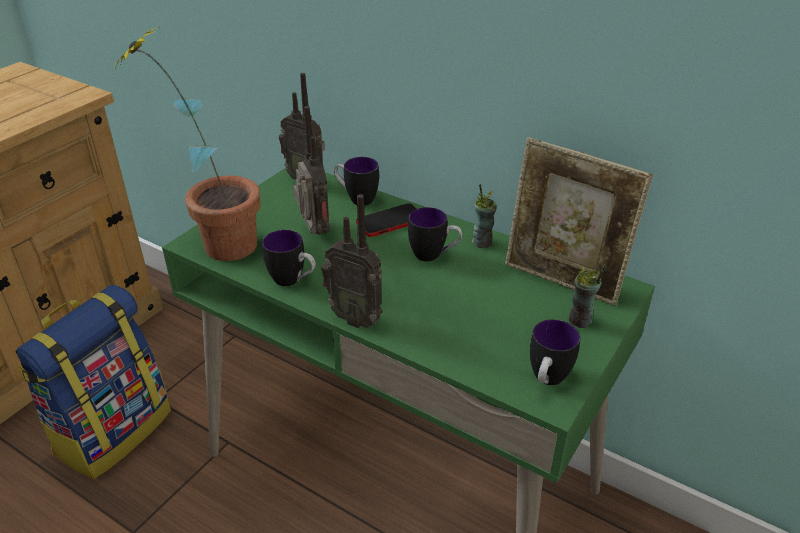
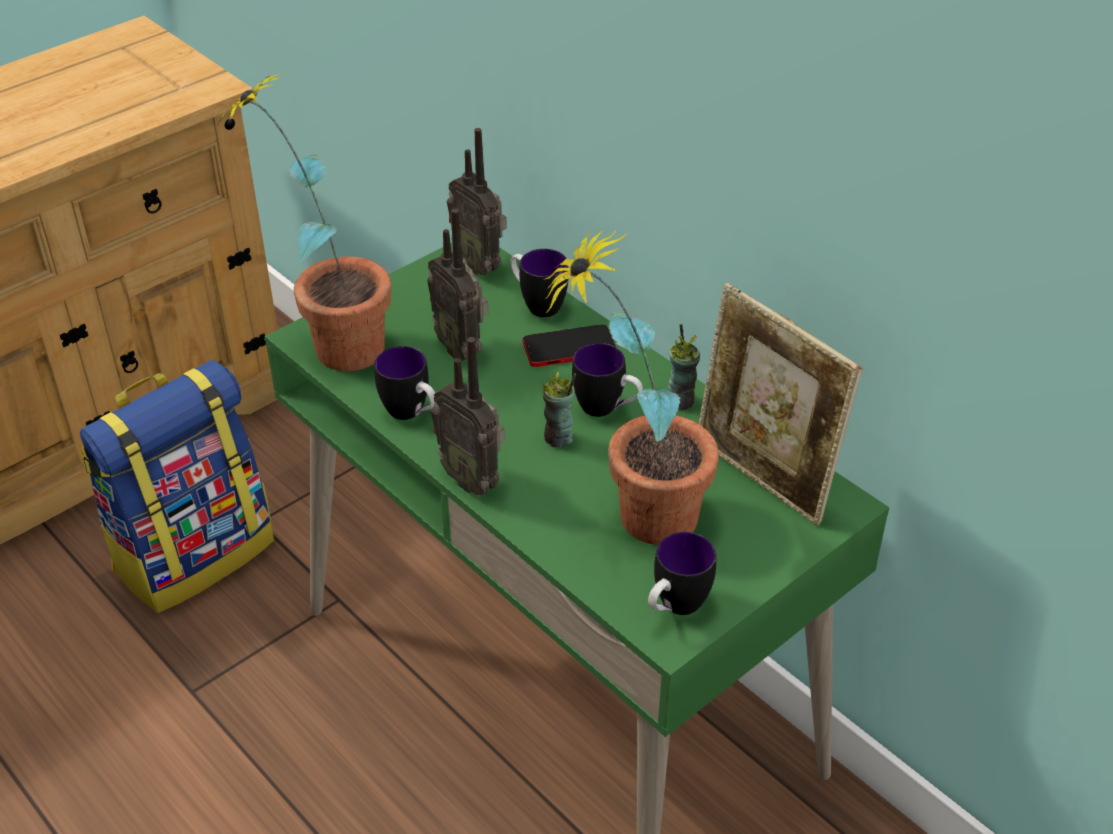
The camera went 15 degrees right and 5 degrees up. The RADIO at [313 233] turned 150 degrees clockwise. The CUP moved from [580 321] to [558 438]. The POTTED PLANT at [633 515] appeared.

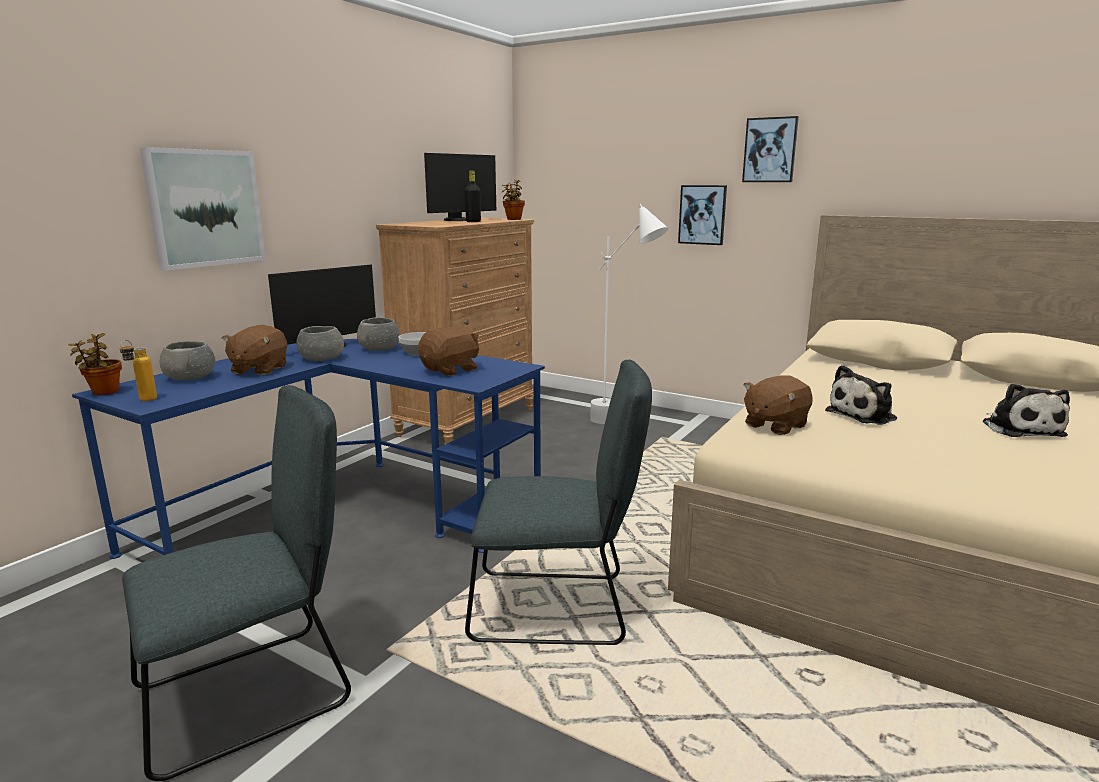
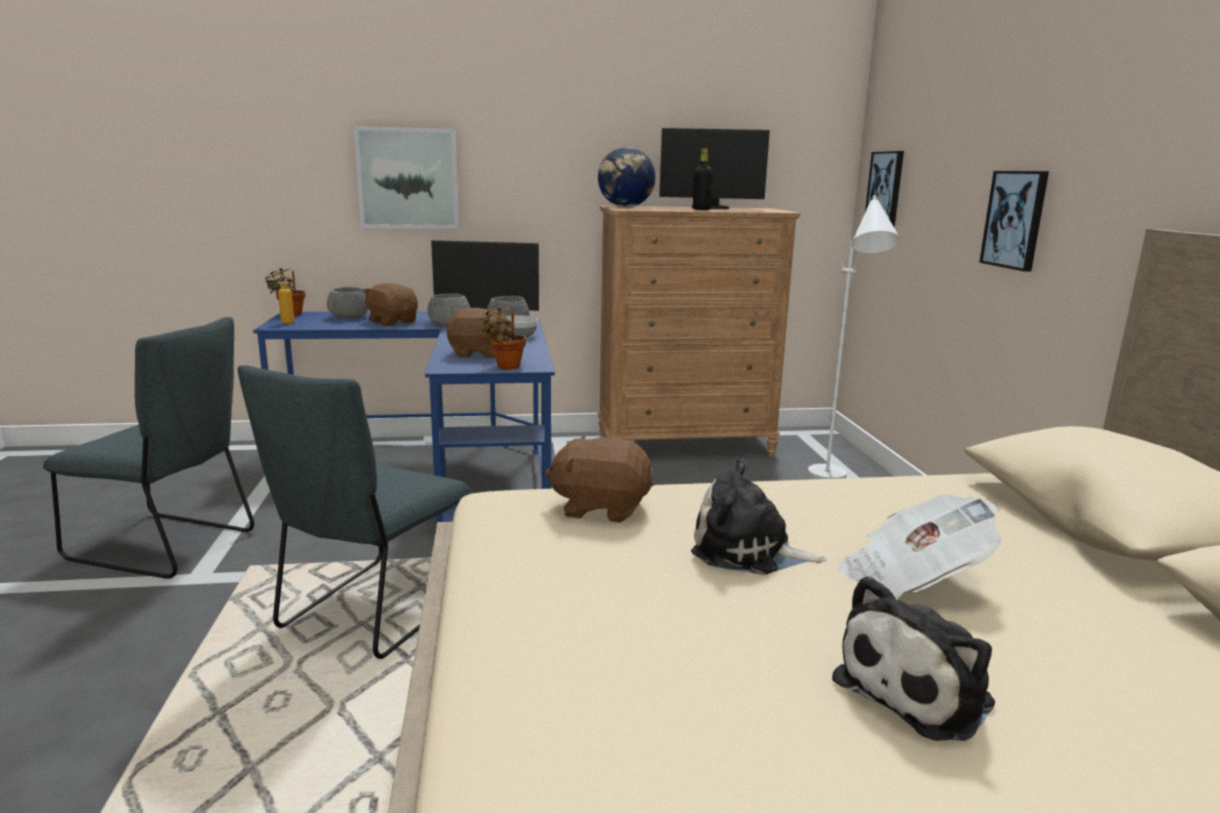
The camera went 50 degrees right and 0 degrees up. The PICTURE moved from [770 150] to [885 188]. The POTTED PLANT moved from [513 219] to [505 367]. The BROWN PLUSH TOY at [259 370] turned 75 degrees clockwise. The GREY CHAIR at [557 608] turned 60 degrees clockwise. The GLOBE at [626 207] appeared. The NEWSPAPER at [912 577] appeared.

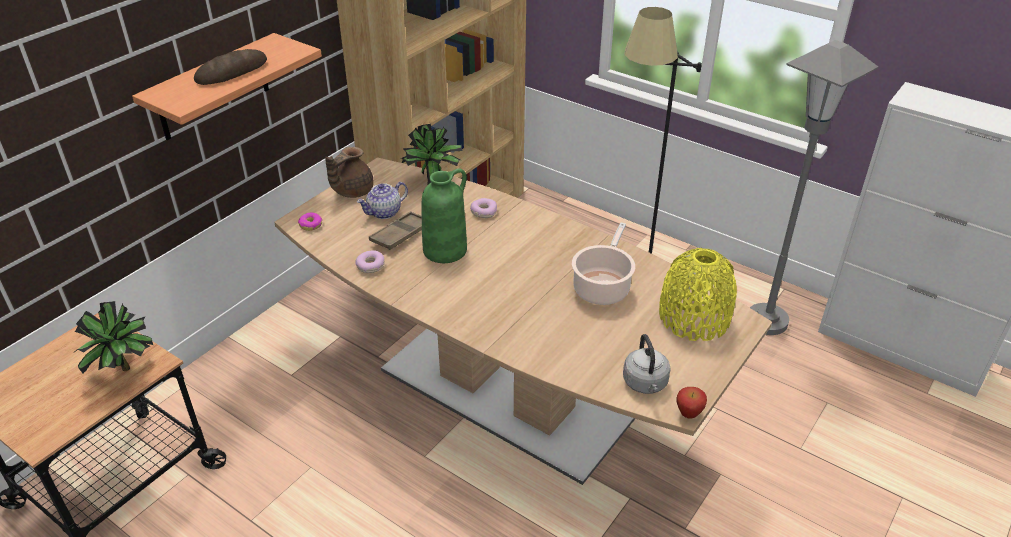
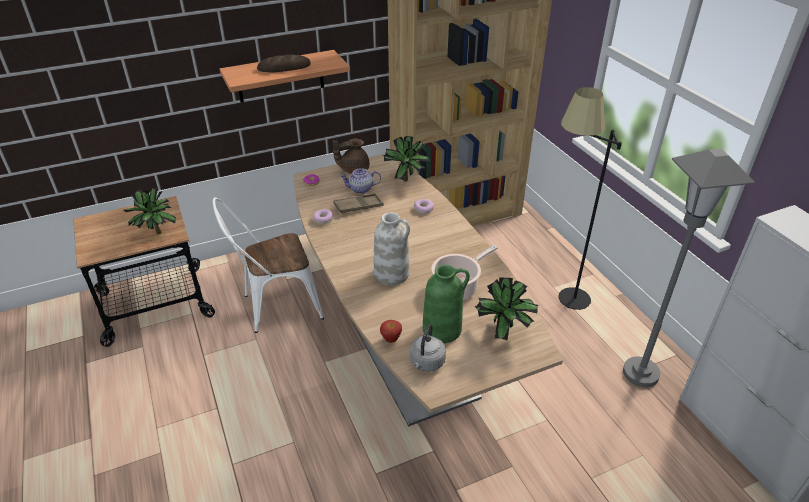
The camera went 30 degrees right and 0 degrees up. The GREEN VASE moved from [445 249] to [442 329]. The YELLOW VASE at [694 318] was replaced by the POTTED PLANT at [504 333]. The APPLE moved from [688 414] to [391 340]. The WHITE CHAIR at [275 306] appeared. The WHITE VASE at [392 274] appeared.

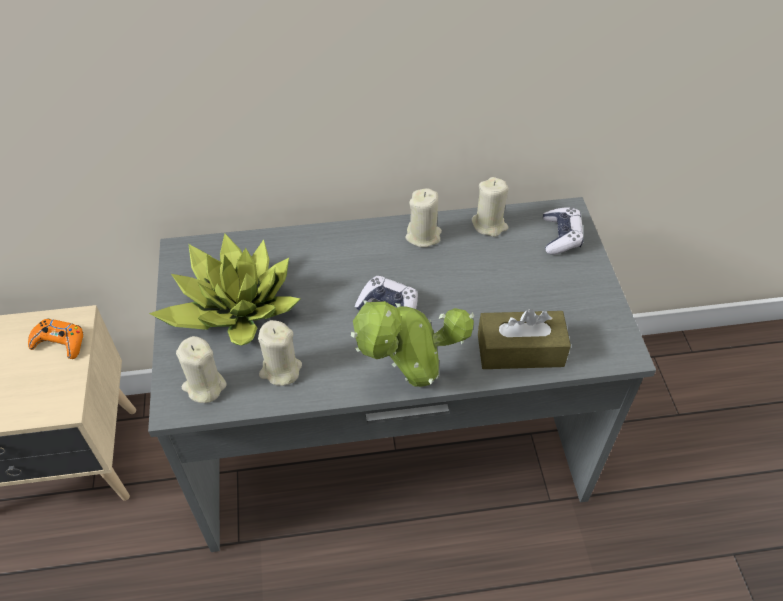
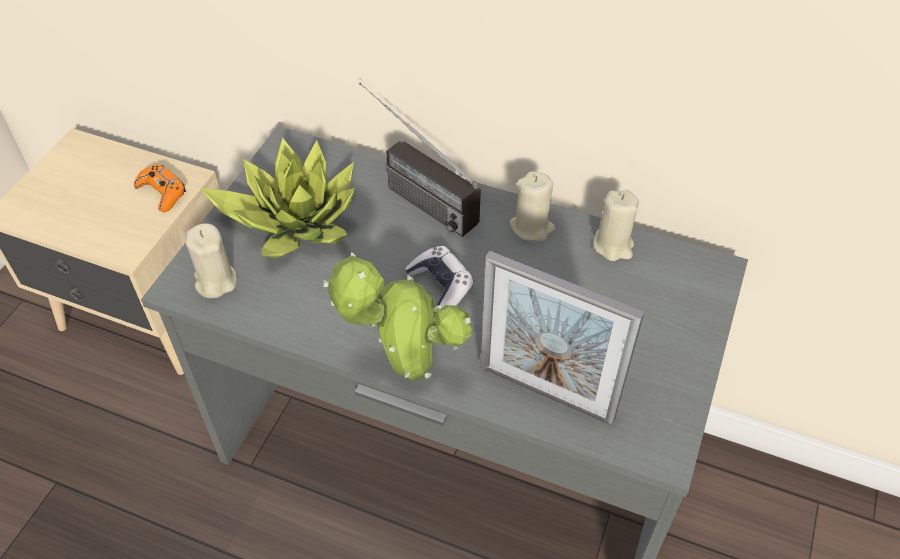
The camera went 30 degrees right and 0 degrees up. The GAME CONTROLLER at [561 236] disappeared. The BROWN TISSUE BOX at [520 350] was replaced by the PICTURE FRAME at [546 393]. The BEIGE CANDLE at [280 370] disappeared. The RADIO at [411 193] appeared.

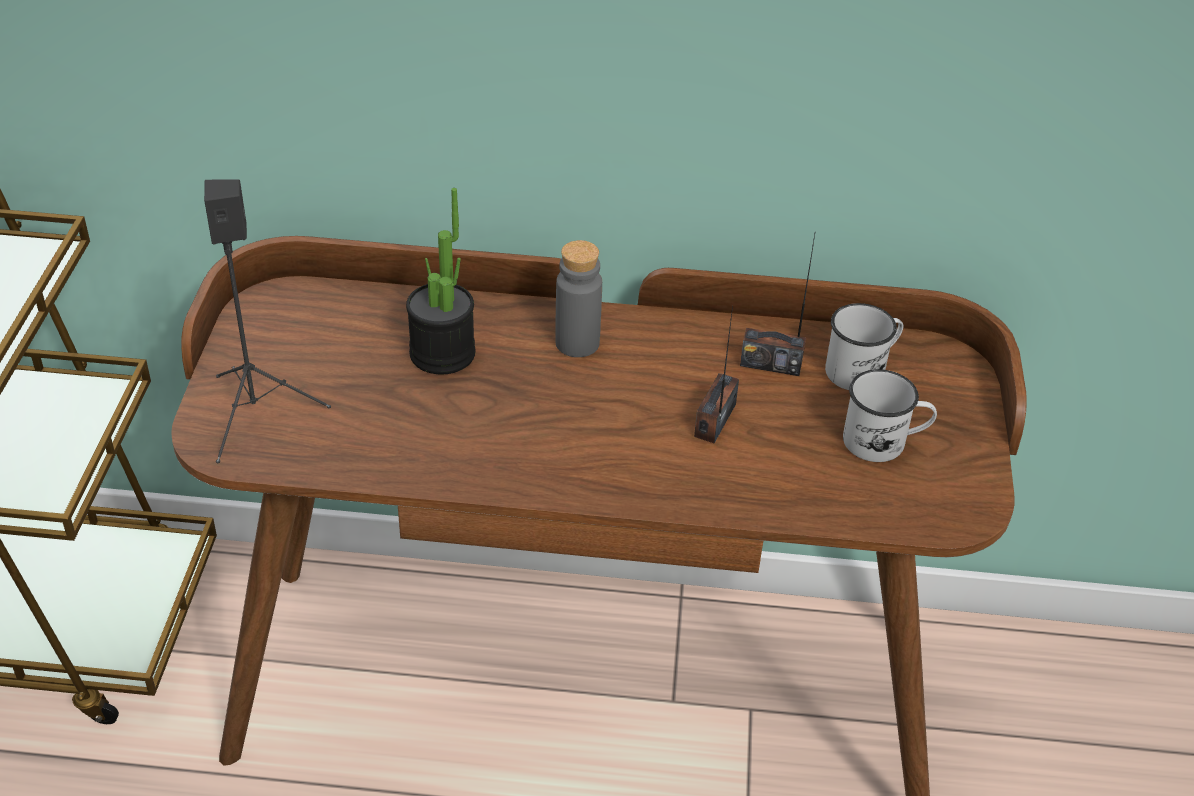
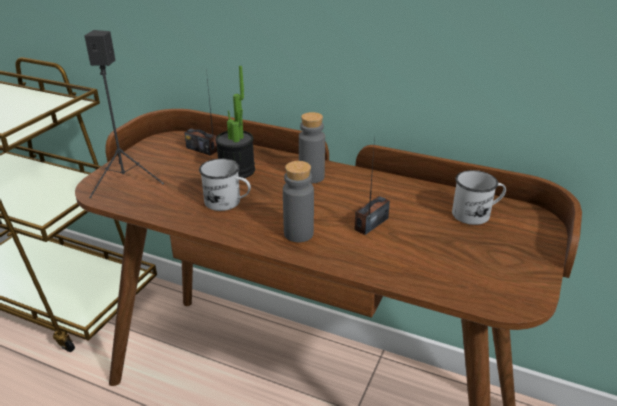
The camera went 20 degrees right and 10 degrees down. The RADIO moved from [771 364] to [202 149]. The WHITE MUG moved from [884 442] to [228 203]. The GREY BOTTLE at [298 234] appeared.

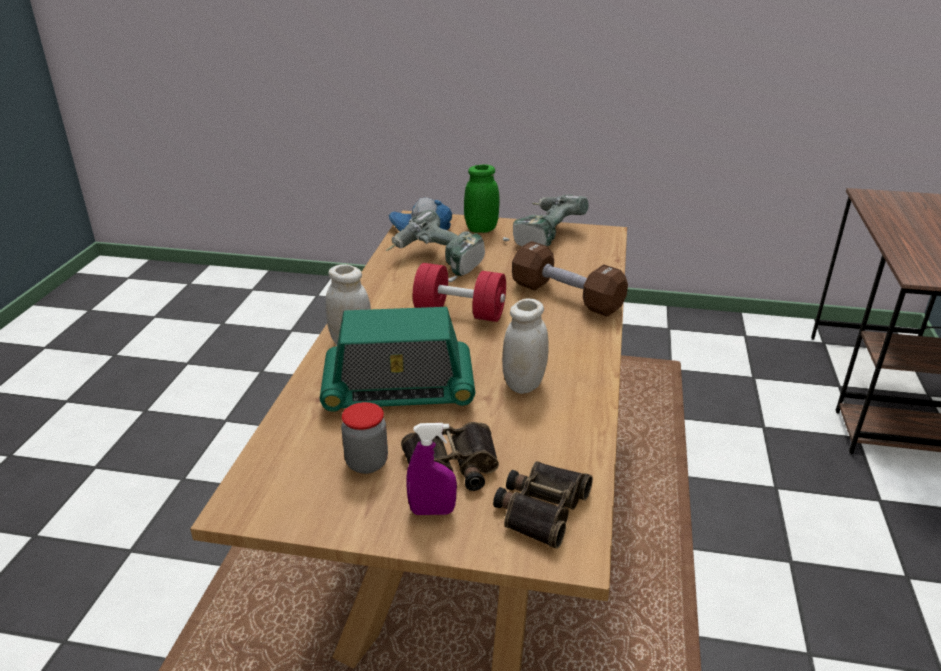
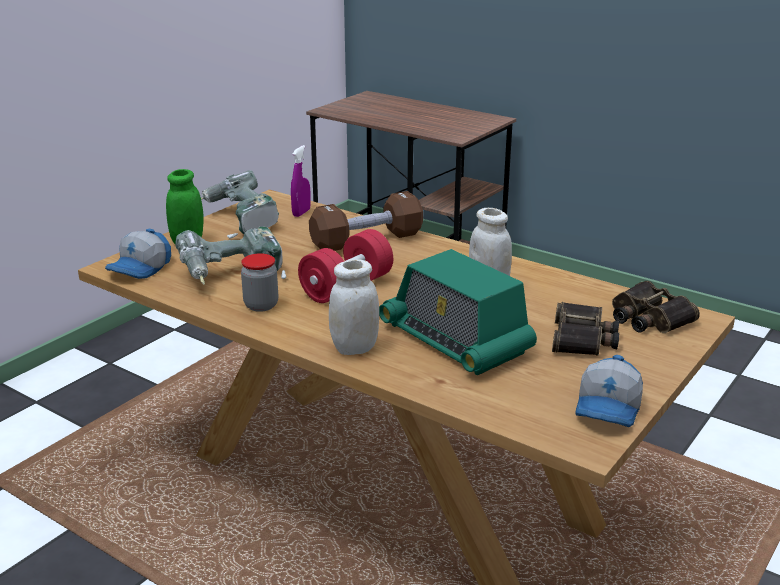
The camera went 65 degrees left and 5 degrees down. The RADIO at [398 390] turned 120 degrees clockwise. The JAR moved from [367 463] to [261 305]. The PURPLE SPRAY BOTTLE moved from [432 511] to [301 213]. The CAP at [609 408] appeared.

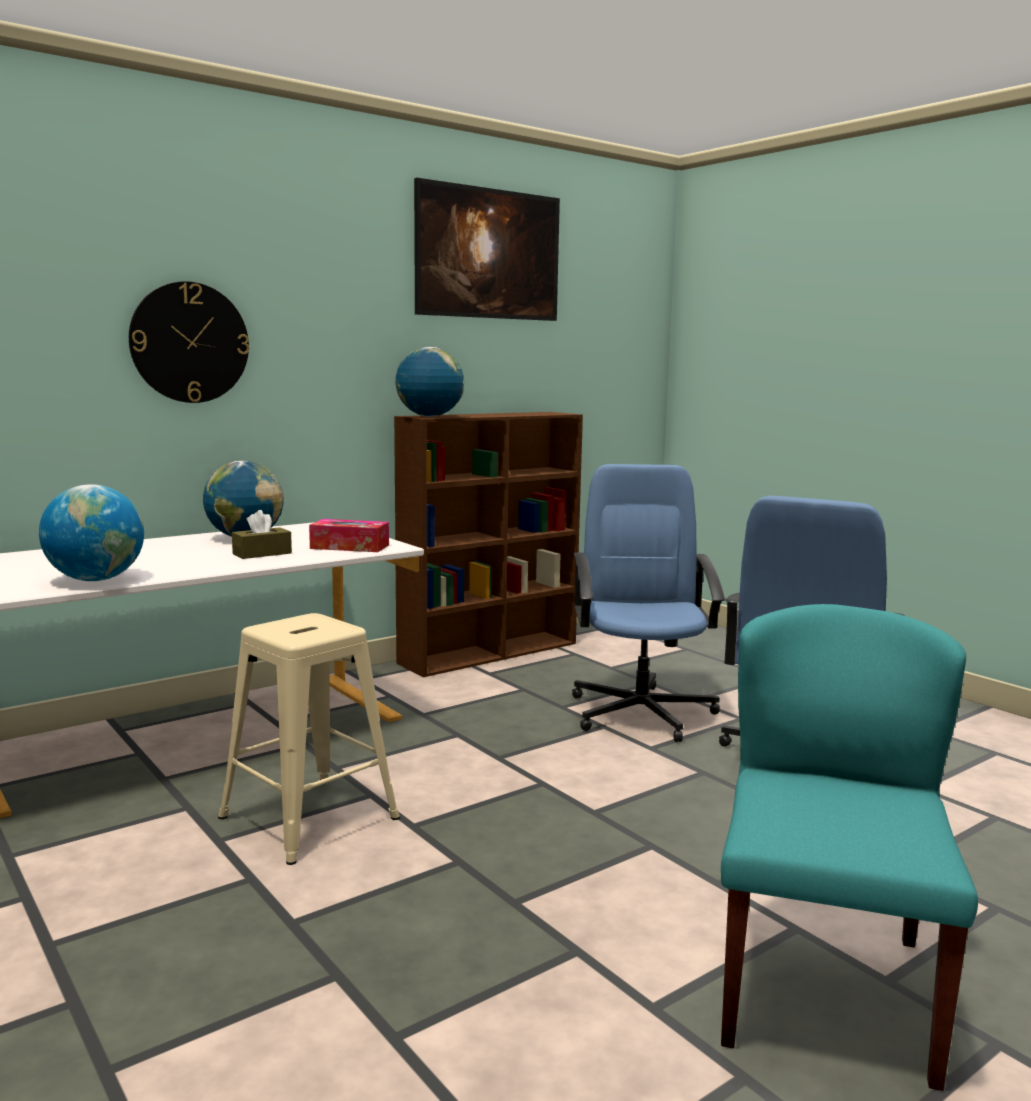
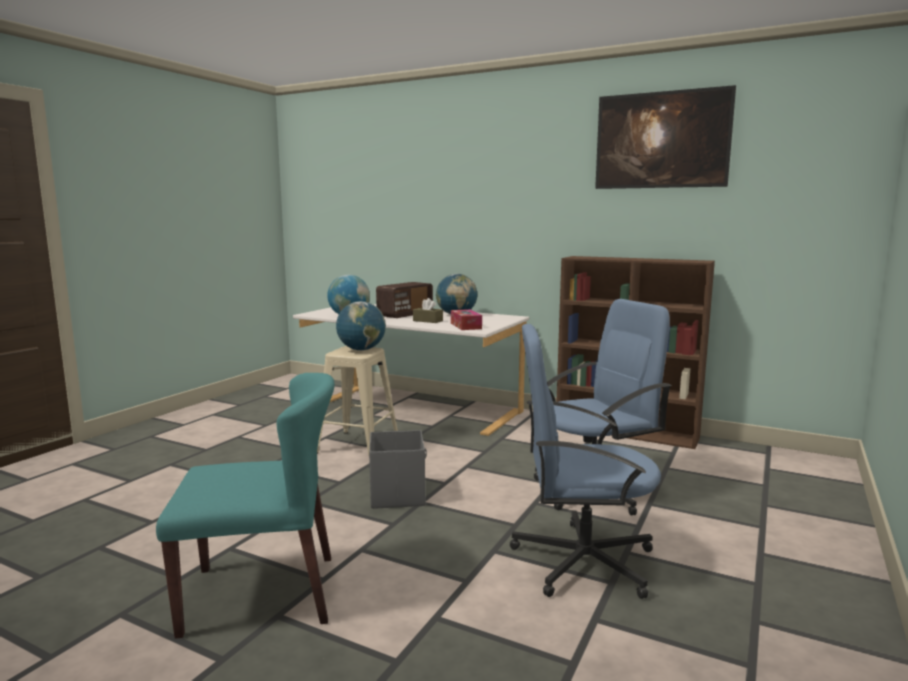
The camera went 65 degrees right and 0 degrees up. The WALL CLOCK at [189 342] disappeared. The GLOBE moved from [429 416] to [361 350]. The RADIO at [405 314] appeared. The GREY STORAGE BOX at [398 494] appeared.

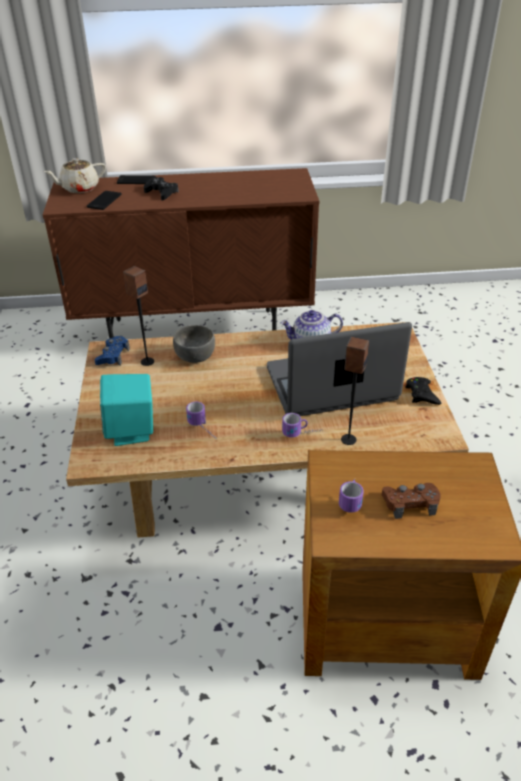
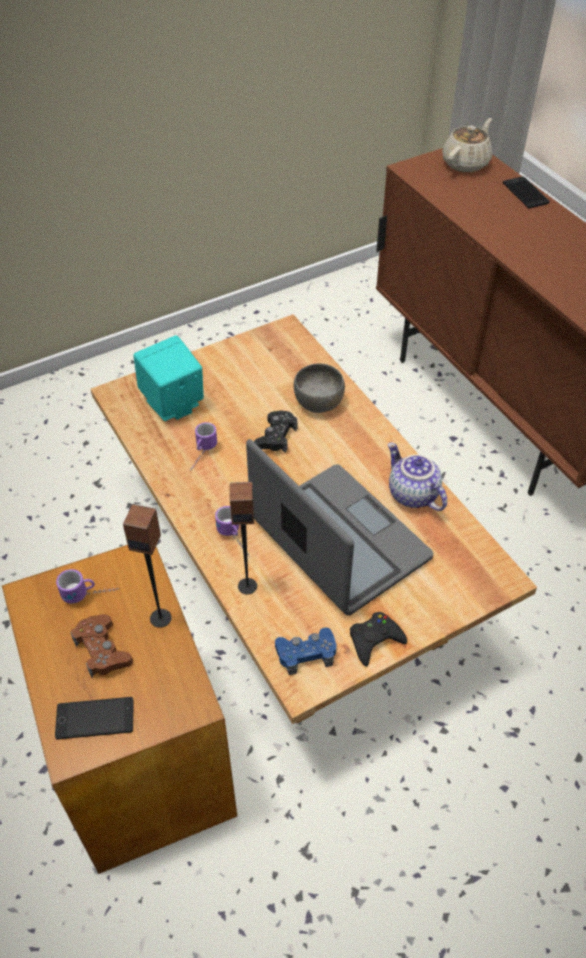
The camera went 65 degrees right and 10 degrees up. The BEIGE TEAPOT at [79 188] turned 90 degrees clockwise. The BLACK GAME CONTROLLER moved from [161 193] to [276 436]. The PHONE moved from [104 201] to [95 718]. The SPEAKER moved from [147 361] to [161 617]. The BLUE GAME CONTROLLER moved from [113 356] to [306 653].

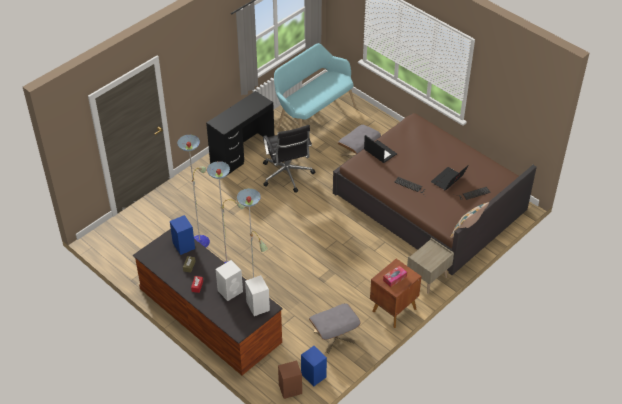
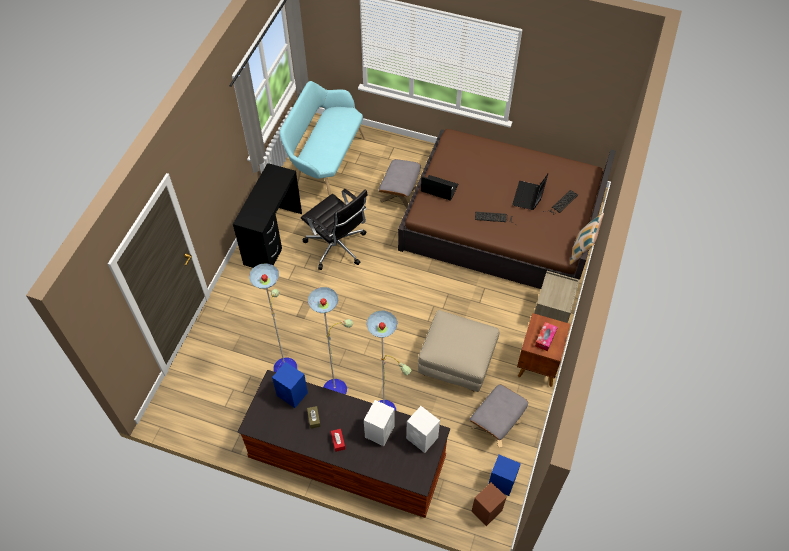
The camera went 25 degrees left and 10 degrees up. The BEIGE OTTOMAN at [457 362] appeared.

